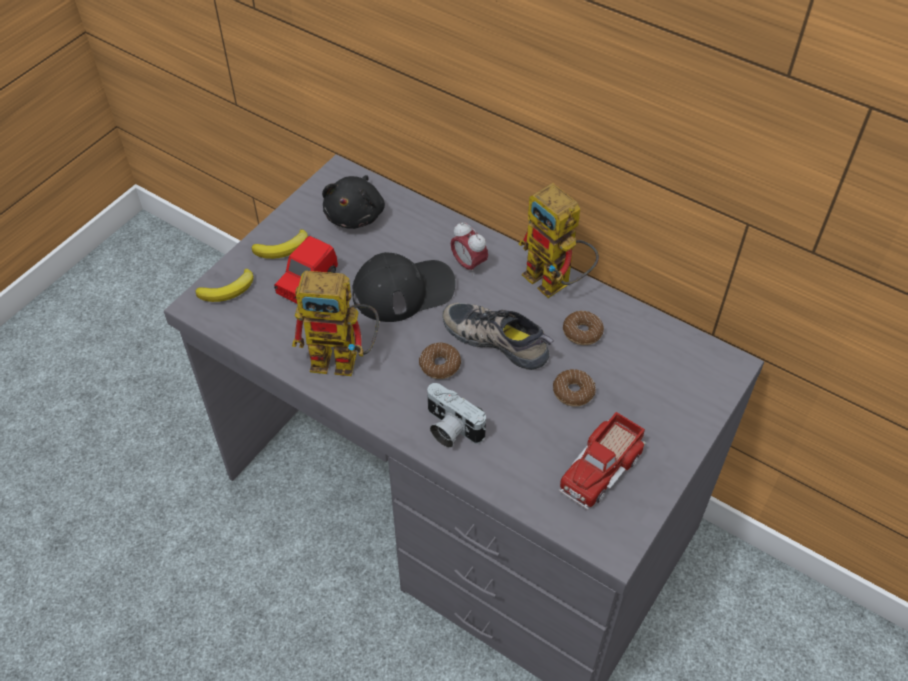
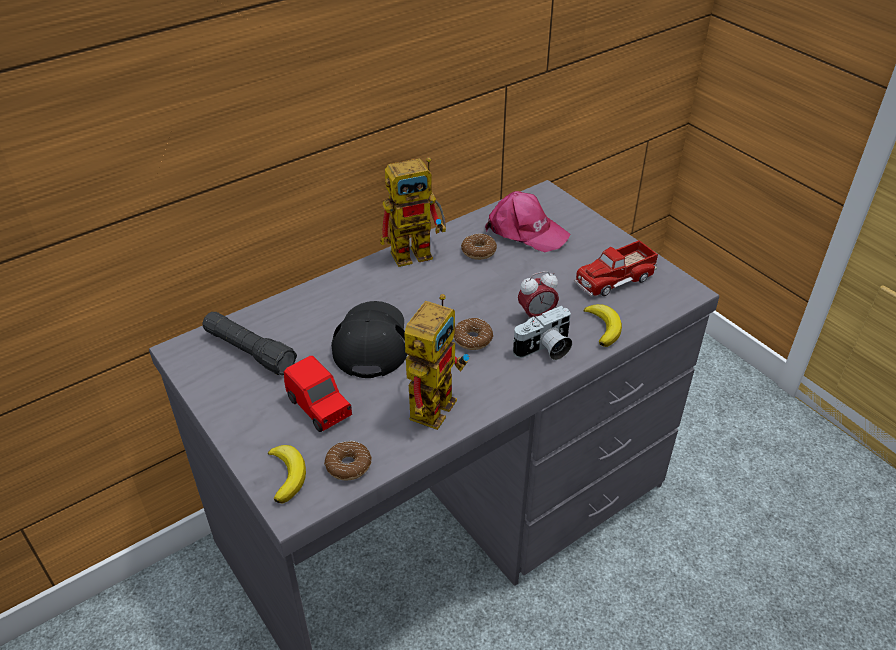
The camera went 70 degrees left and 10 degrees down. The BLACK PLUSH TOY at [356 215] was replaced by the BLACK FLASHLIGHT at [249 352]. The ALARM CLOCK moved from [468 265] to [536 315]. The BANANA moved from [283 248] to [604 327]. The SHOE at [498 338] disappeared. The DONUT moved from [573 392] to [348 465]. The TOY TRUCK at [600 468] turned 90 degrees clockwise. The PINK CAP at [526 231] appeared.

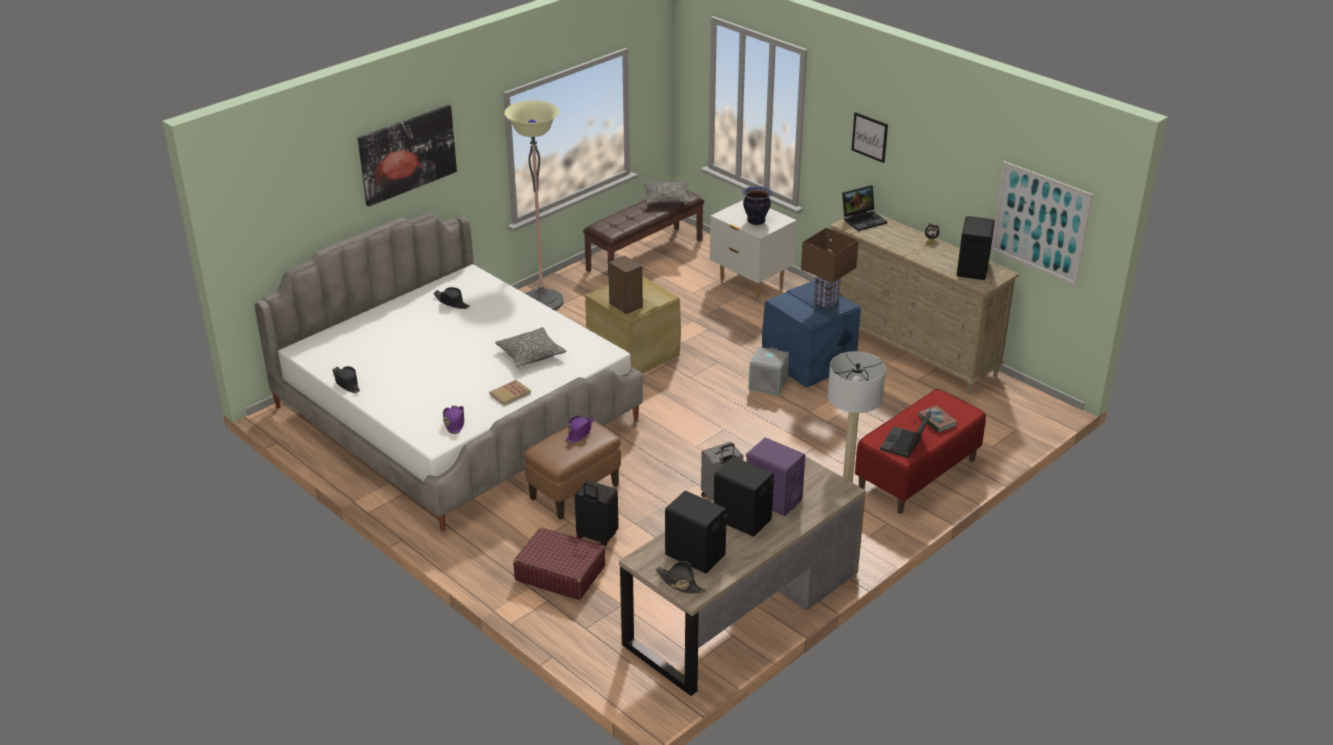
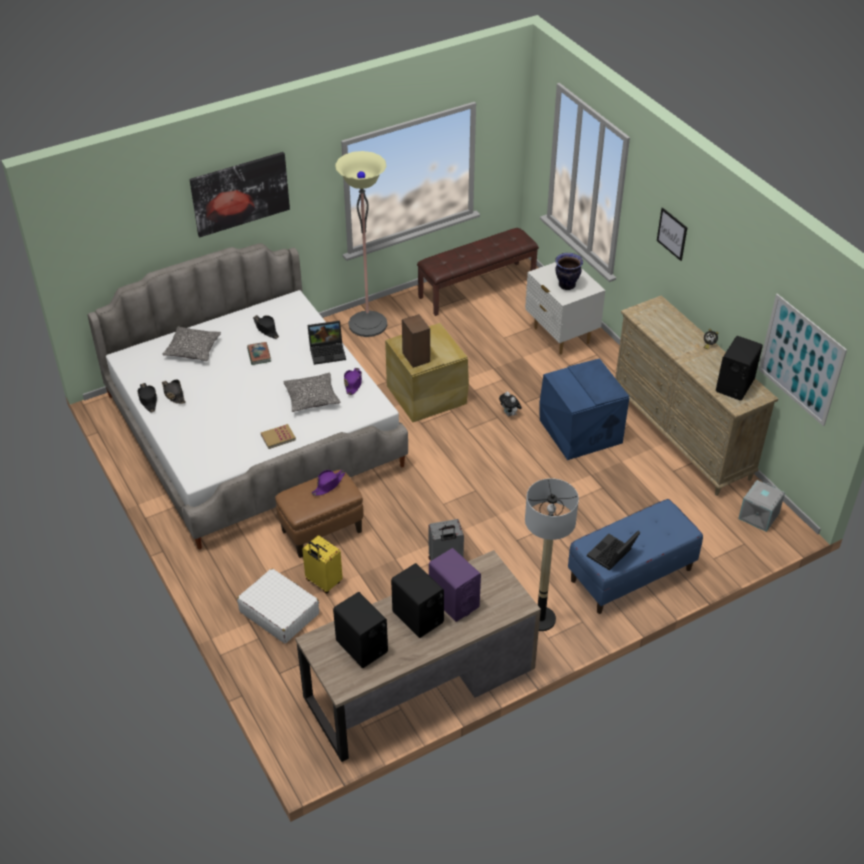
The camera went 15 degrees right and 10 degrees up. The PILLOW moved from [667 199] to [193 349]. The LAPTOP moved from [863 219] to [328 351]. The BROWN TABLE LAMP at [826 302] disappeared. The GREY STORAGE BOX moved from [768 384] to [759 516]. The RED BENCH at [917 475] became the BLUE BENCH at [631 575]. The PURPLE HAT moved from [454 422] to [353 383]. The BOOK moved from [937 421] to [259 355]. The BLACK SUITCASE at [596 537] became the YELLOW SUITCASE at [323 582]. The RED SUITCASE at [560 573] became the WHITE SUITCASE at [279 612]. The BLACK HAT moved from [680 583] to [173 394]. The PLUSH TOY at [510 414] appeared.

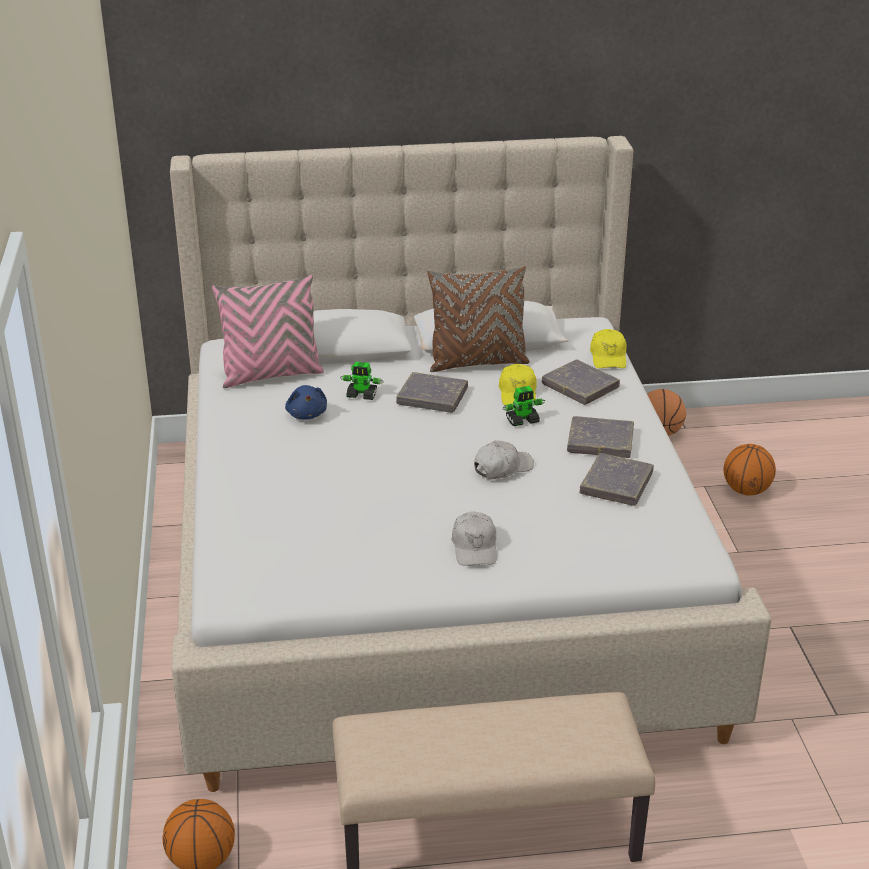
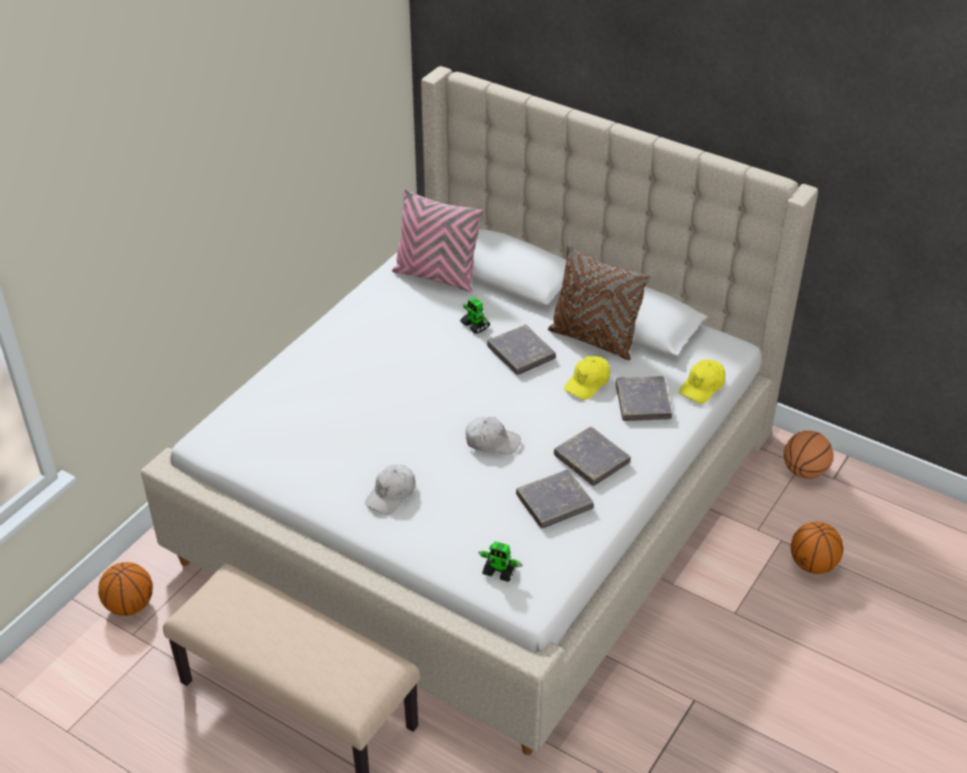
The camera went 40 degrees right and 10 degrees up. The BLUE PLUSH TOY at [307 414] disappeared. The TOY ROBOT moved from [523 420] to [500 571].

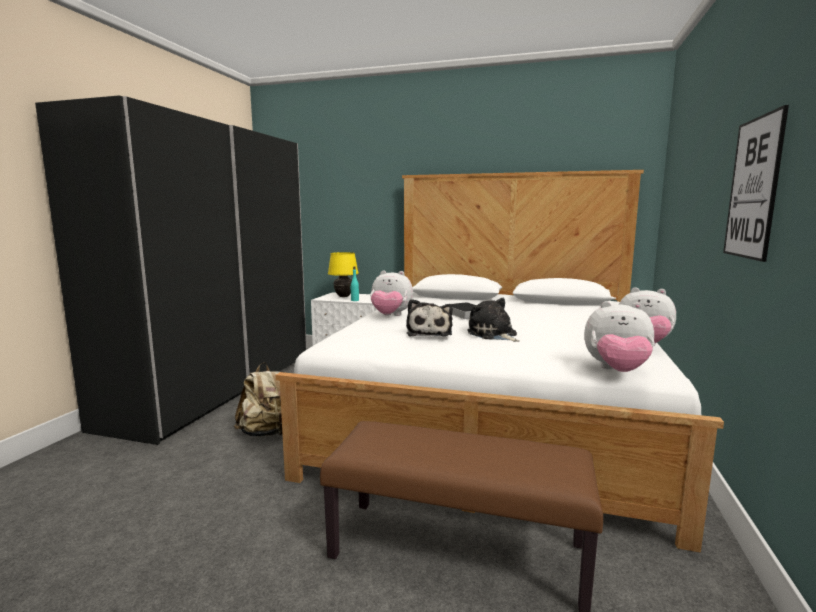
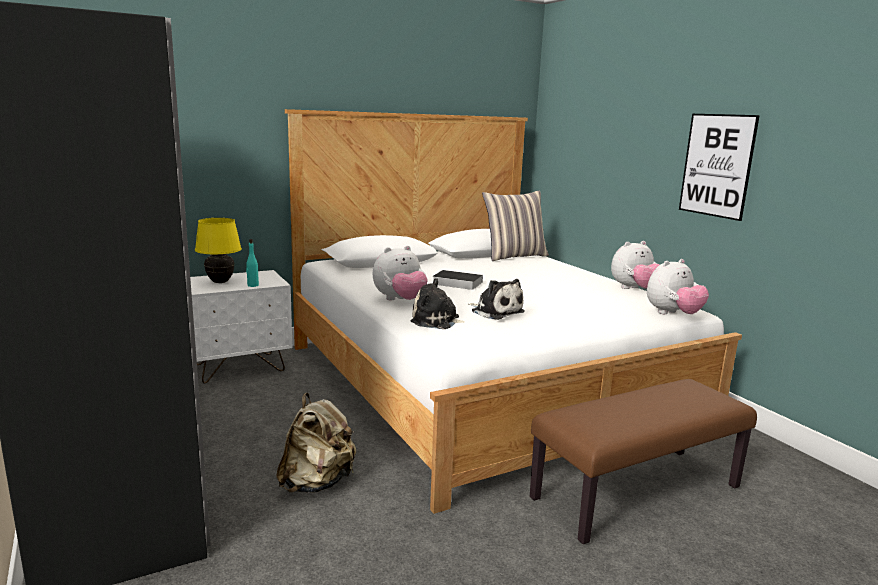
The camera went 45 degrees left and 5 degrees up. The PLUSH TOY moved from [493 335] to [438 321]. The PILLOW at [514 256] appeared.

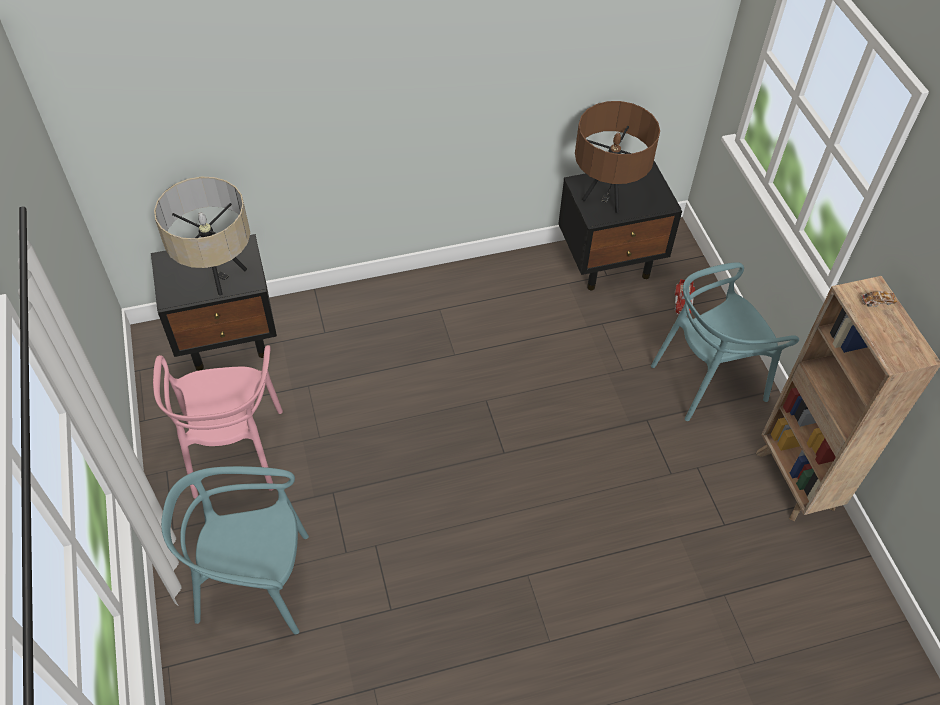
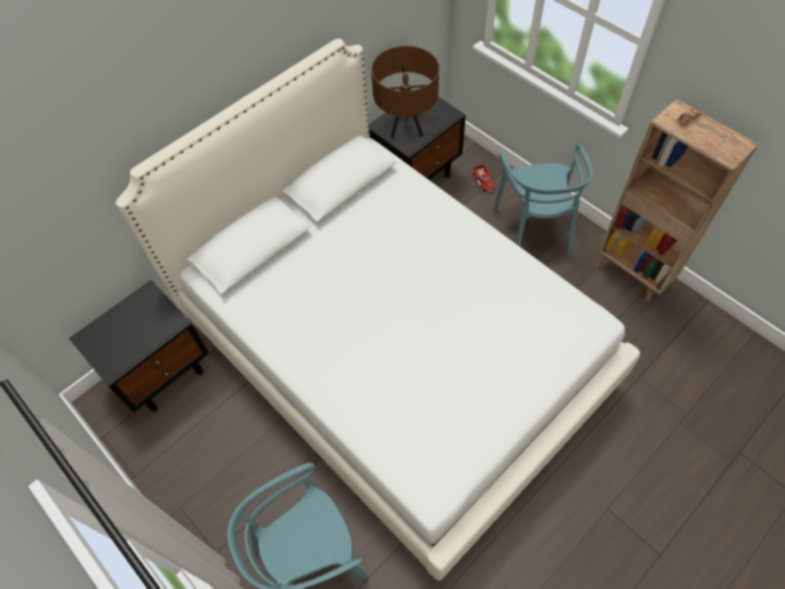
The camera went 25 degrees left and 5 degrees up. The BEIGE TABLE LAMP at [218 274] disappeared. The TURQUOISE CHAIR at [708 379] turned 45 degrees counterclockwise. The PINK CHAIR at [234 451] disappeared. The WHITE BED at [395 351] appeared.

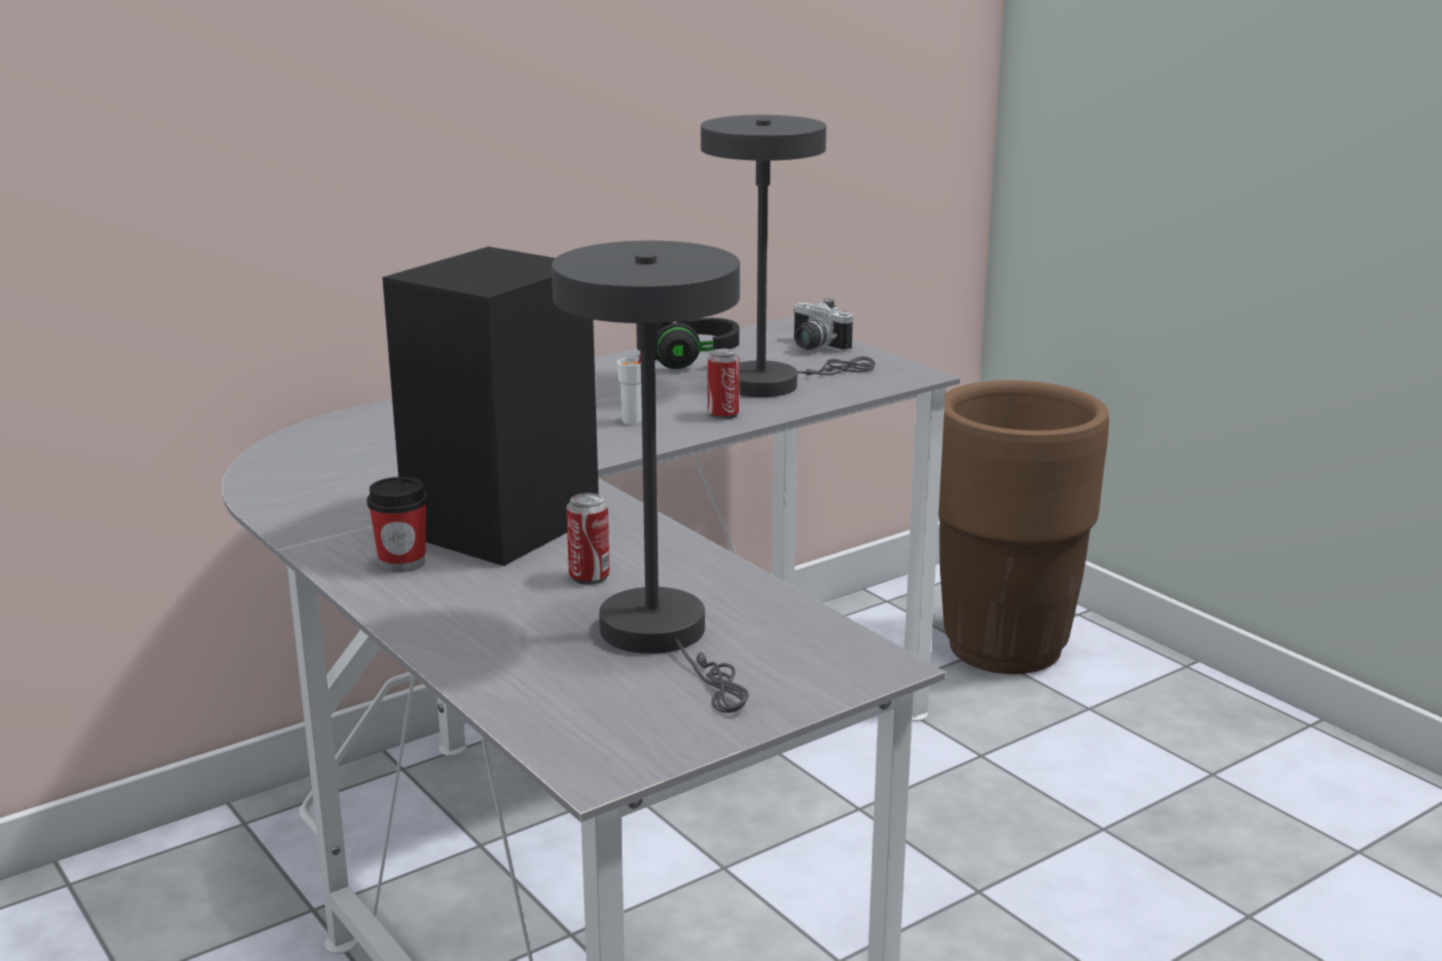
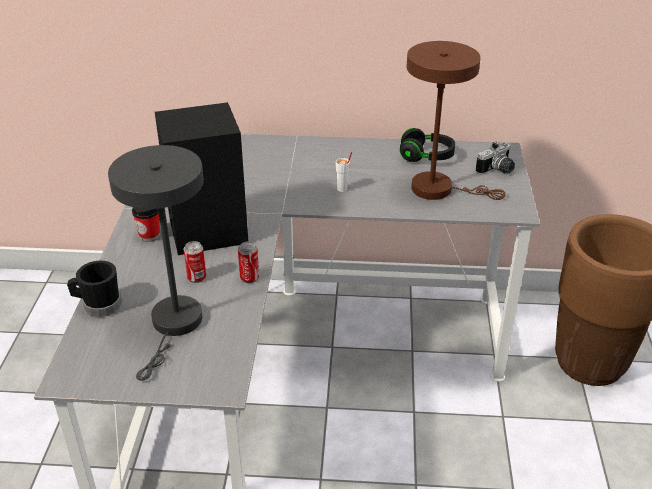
The camera went 40 degrees right and 15 degrees up. The GREY TABLE LAMP at [772 383] became the BROWN TABLE LAMP at [439 189]. The PHOTO CAMERA at [813 347] turned 120 degrees counterclockwise. The CAN moved from [723 415] to [249 277]. The BLACK MUG at [98 305] appeared.

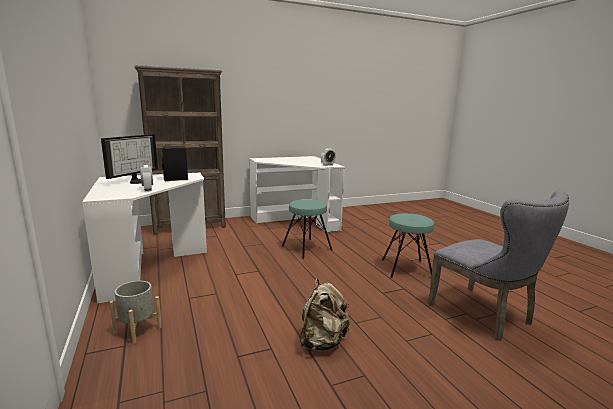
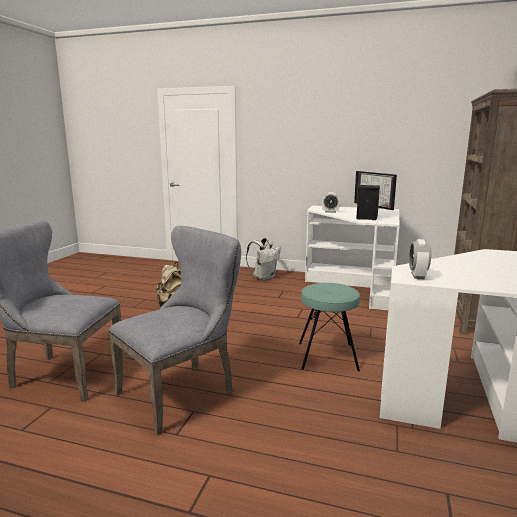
The camera went 130 degrees right and 0 degrees up. The TURQUOISE STOOL at [406 269] was replaced by the GREY CHAIR at [183 391]. The GREY PLANTER at [138 330] was replaced by the WHITE BACKPACK at [264 277].

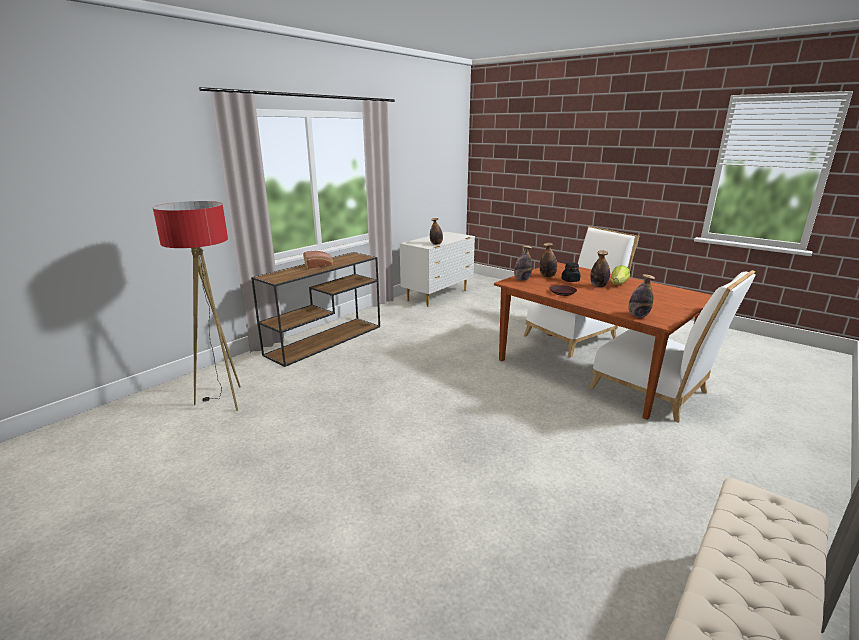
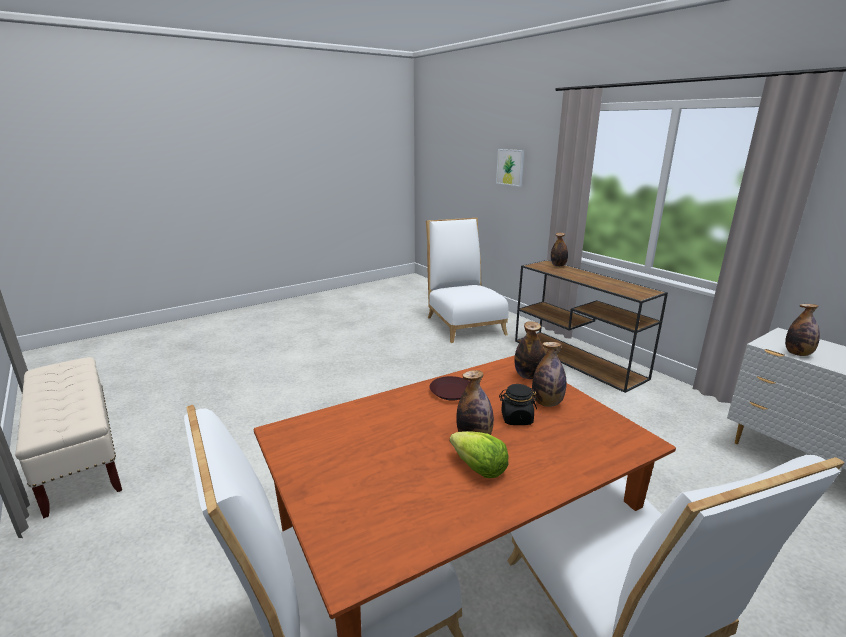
The camera went 105 degrees right and 0 degrees up. The FLOOR LAMP at [224 400] was replaced by the WHITE CHAIR at [463 323]. The BREAD at [319 265] disappeared. The BOTTLE moved from [638 316] to [558 265]. The PICTURE at [510 167] appeared.

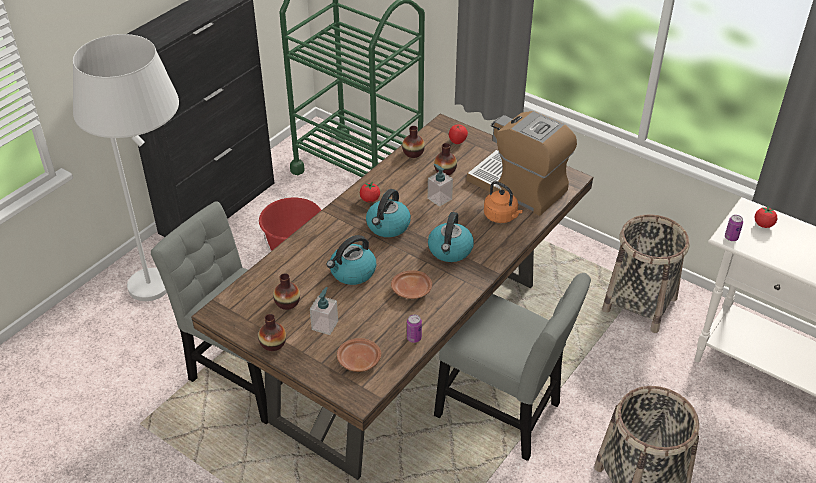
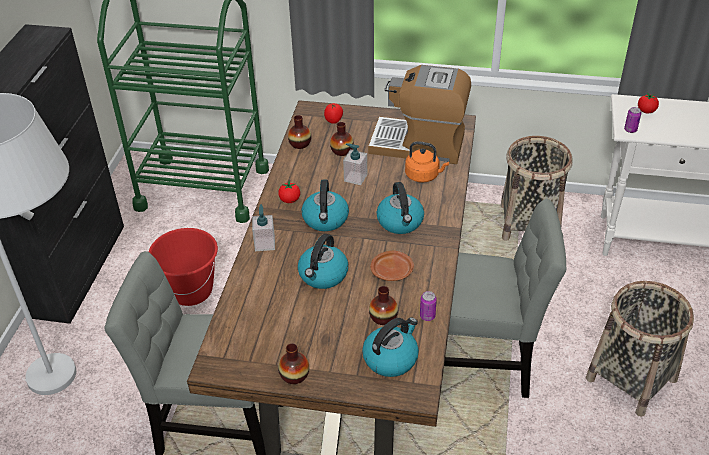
The camera went 25 degrees left and 0 degrees up. The VASE moved from [287 303] to [383 317]. The SOAP DISPENSER moved from [325 325] to [265 244]. The BROWN PLATE at [358 360] was replaced by the KETTLE at [391 358].

